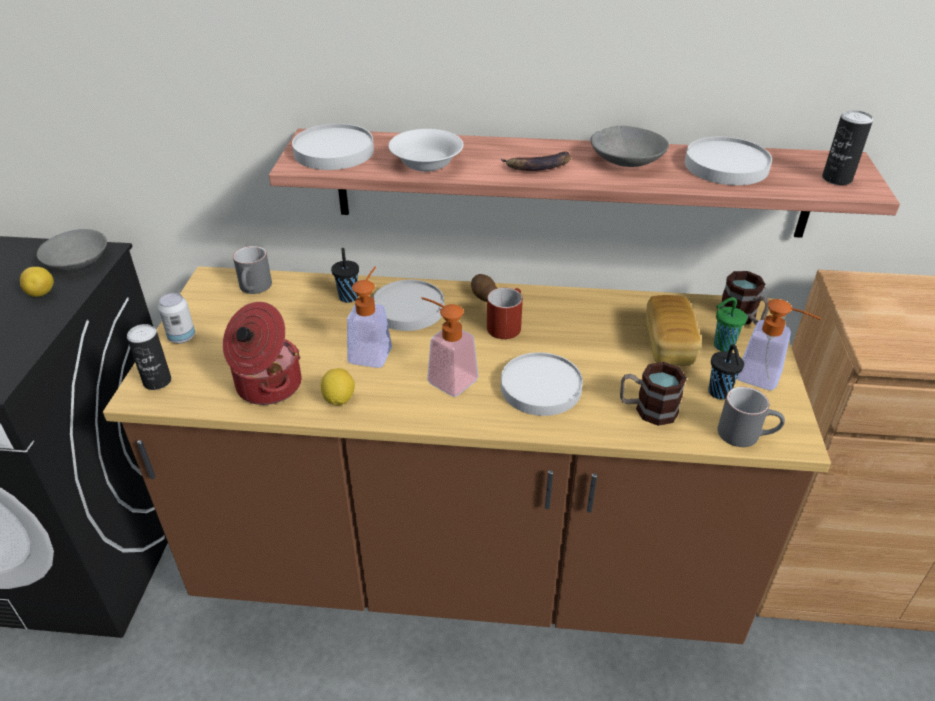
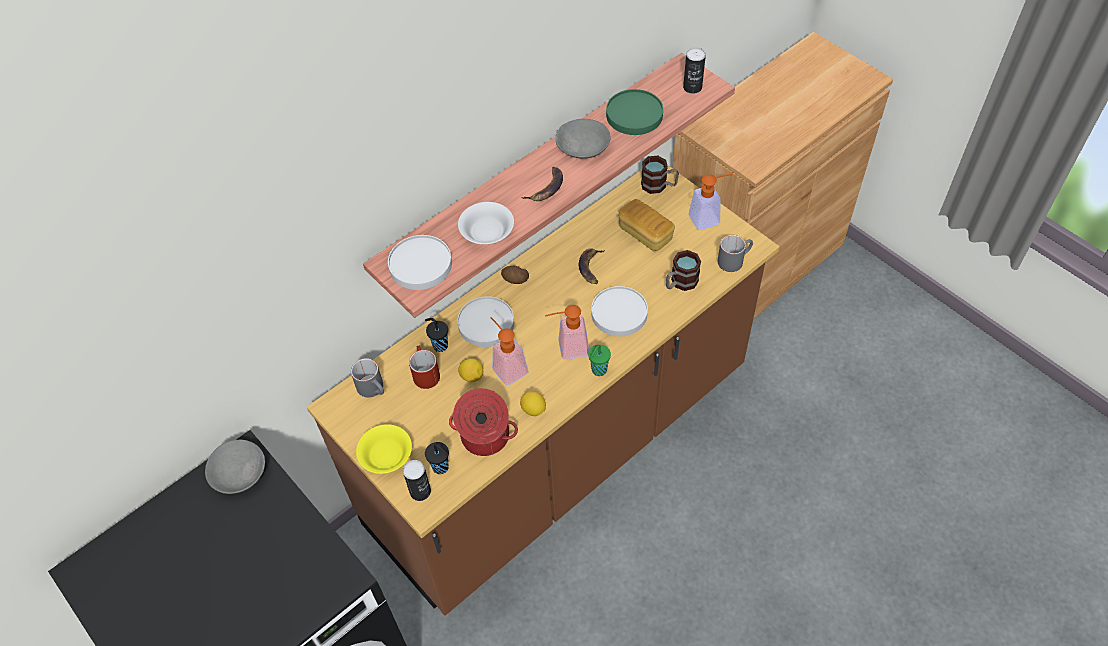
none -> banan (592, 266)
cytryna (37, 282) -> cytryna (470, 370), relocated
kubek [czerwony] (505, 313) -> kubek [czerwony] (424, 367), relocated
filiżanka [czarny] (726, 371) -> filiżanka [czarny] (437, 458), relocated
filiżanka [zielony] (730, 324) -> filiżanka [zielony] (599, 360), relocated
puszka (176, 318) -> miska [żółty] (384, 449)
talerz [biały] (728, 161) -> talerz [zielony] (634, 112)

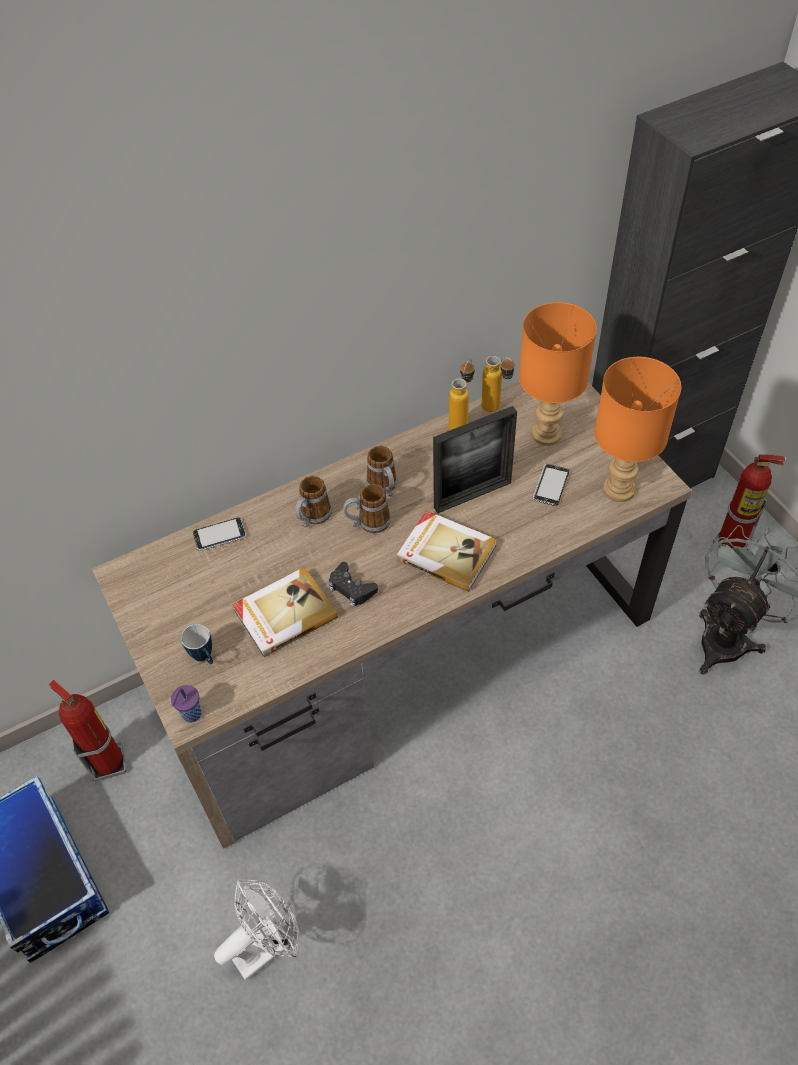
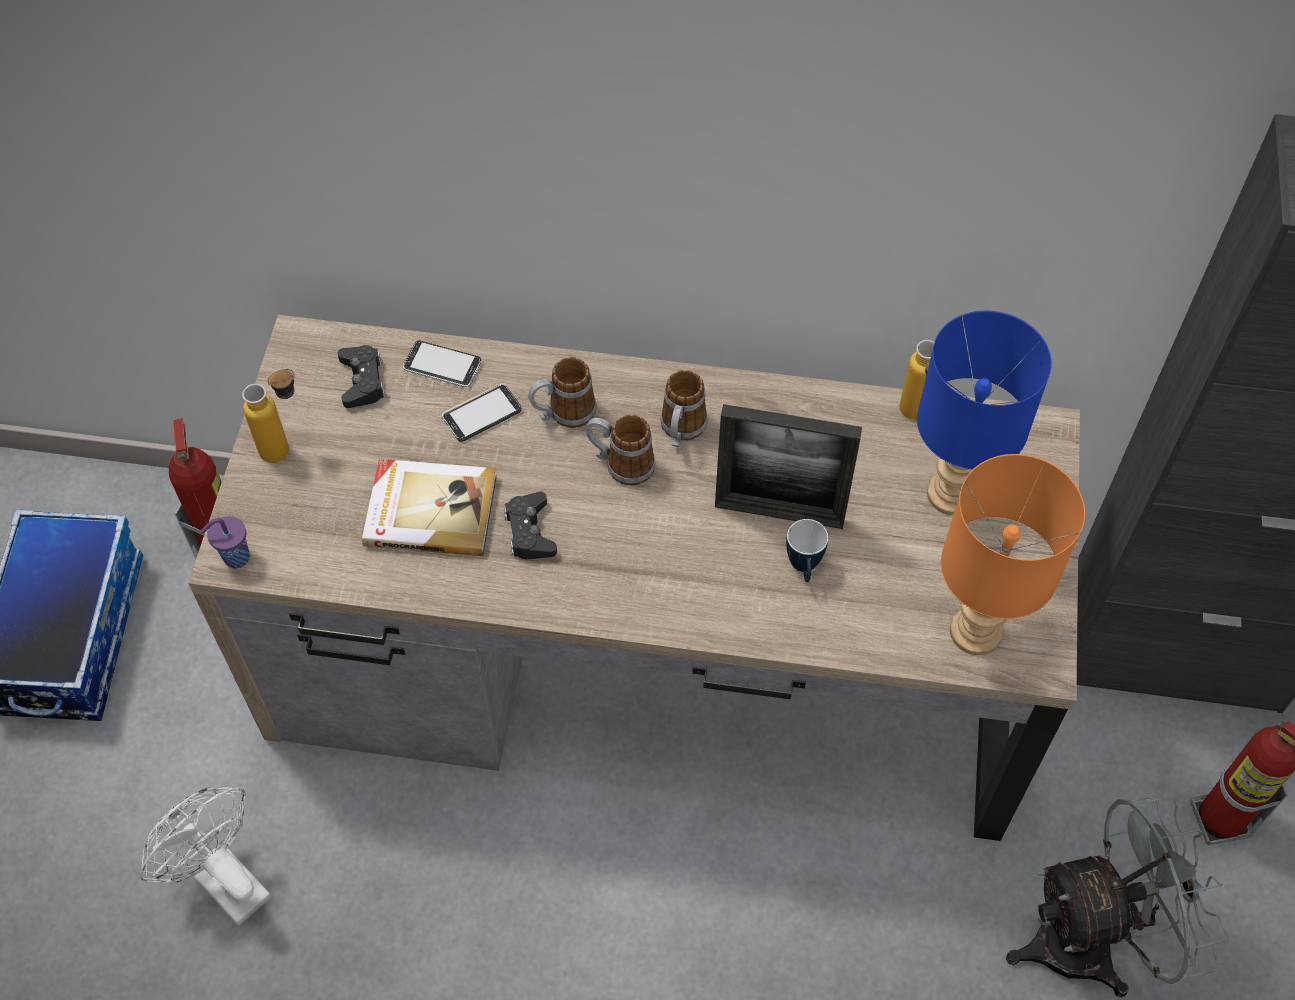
książka (446, 551) -> none
none -> pad do gier [czarny] (361, 376)
kubek (197, 644) -> kubek (807, 550), relocated
butelka (462, 394) -> butelka (268, 415), relocated
telefon (551, 485) -> telefon (482, 413), relocated
lampa stołowa [pomarańczowy] (558, 374) -> lampa stołowa [niebieski] (984, 413)
wentylator [biały] (257, 930) -> wentylator [biały] (205, 856), 135 degrees counterclockwise

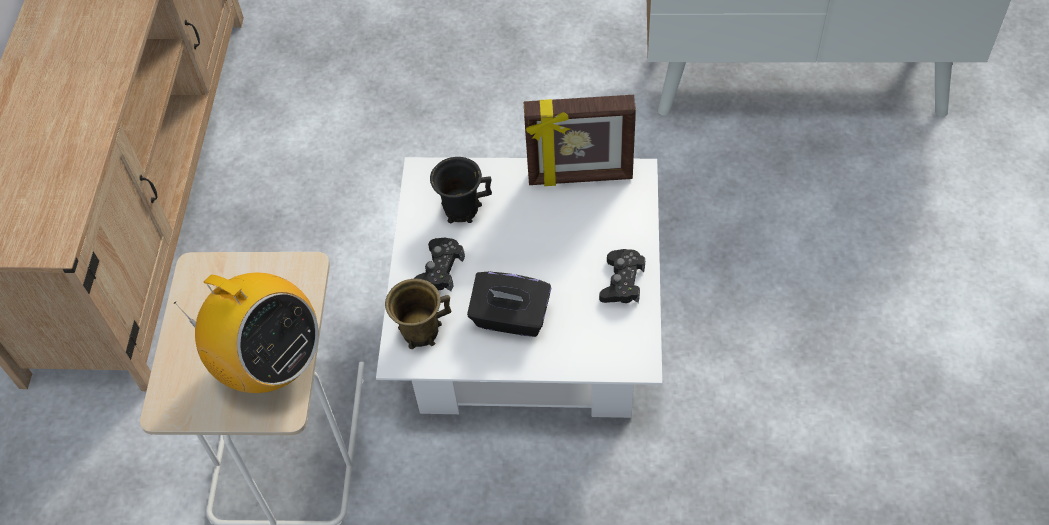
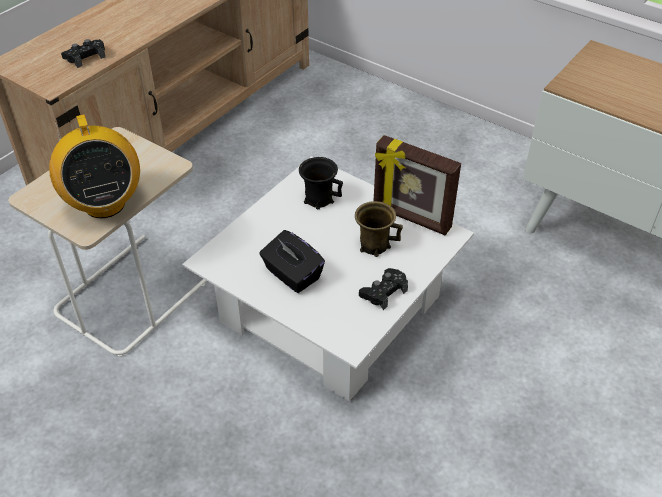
kubek [brązowy] (418, 314) -> kubek [brązowy] (379, 229), relocated
pad do gier [czarny] (439, 264) -> pad do gier [czarny] (83, 53), relocated

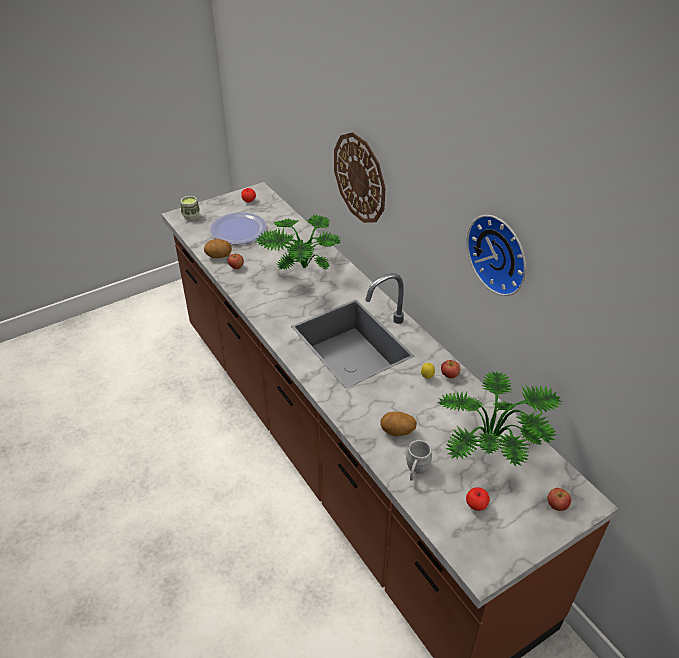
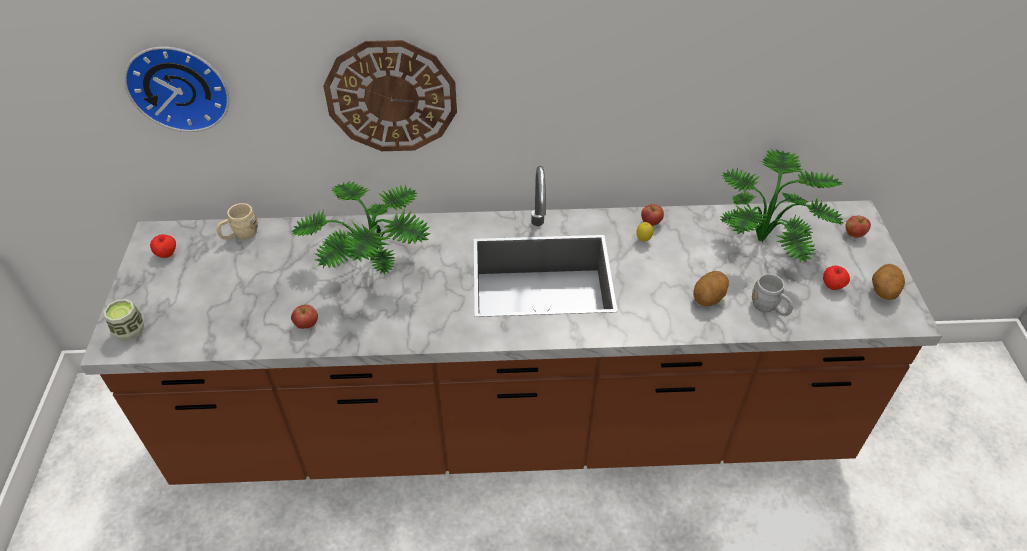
talerz (238, 228) -> none
none -> kubek [beżowy] (237, 221)
ziemniak (218, 248) -> ziemniak (888, 282), relocated
zegar ścienny (496, 255) -> zegar ścienny (176, 89), relocated

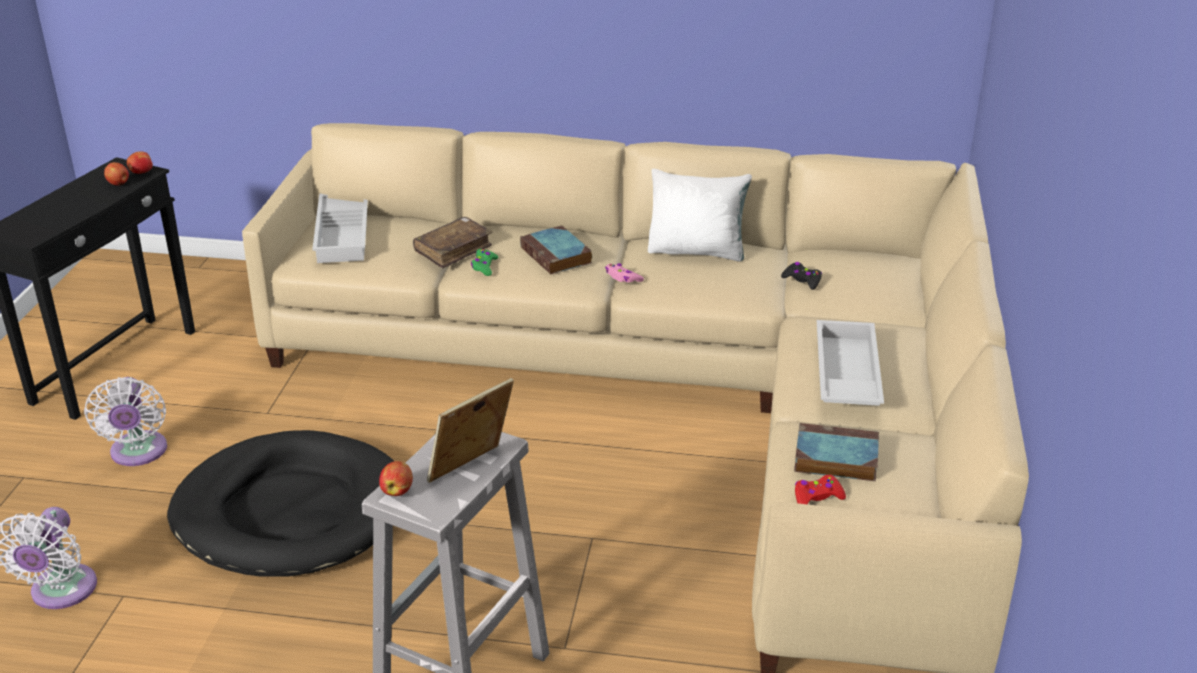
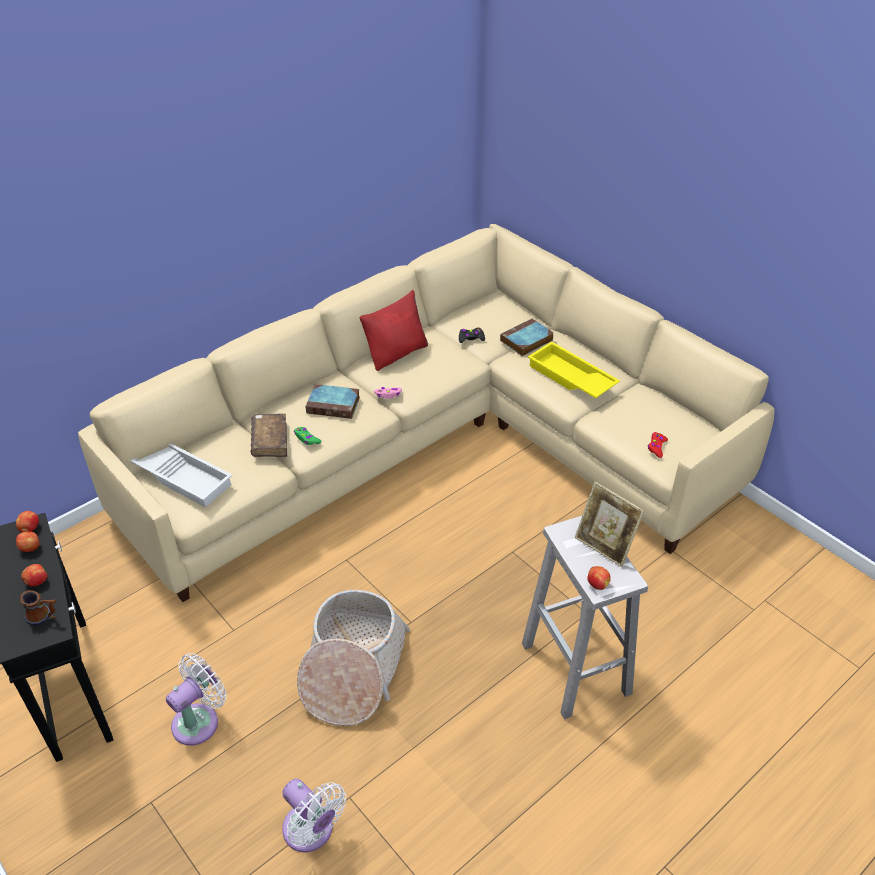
none -> kubek (38, 608)
none -> jabłko (34, 575)
książka (836, 452) -> książka (527, 337), relocated
legowisko [czarny] (280, 503) -> koszyk (353, 658)
poduszka [biały] (700, 215) -> poduszka [czerwony] (394, 330)
taca [biały] (850, 363) -> taca [żółty] (574, 370)
wentylator [biały] (125, 421) -> wentylator [biały] (196, 699), 75 degrees counterclockwise
ramka na zdjęcie (470, 430) -> ramka na zdjęcie (609, 524), 45 degrees counterclockwise

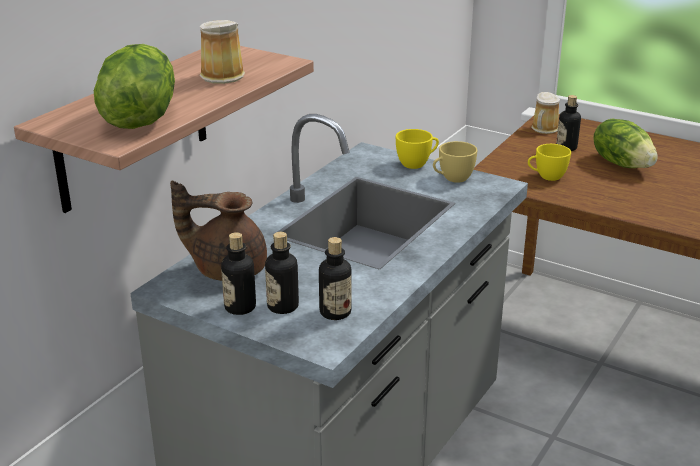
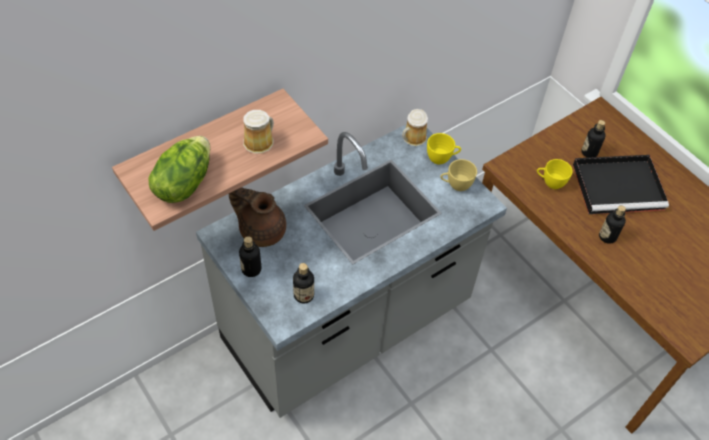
butelka (282, 273) -> butelka (612, 225), relocated
kubek (545, 113) -> kubek (415, 127), relocated
sałata (625, 143) -> taca [czarny] (621, 184)

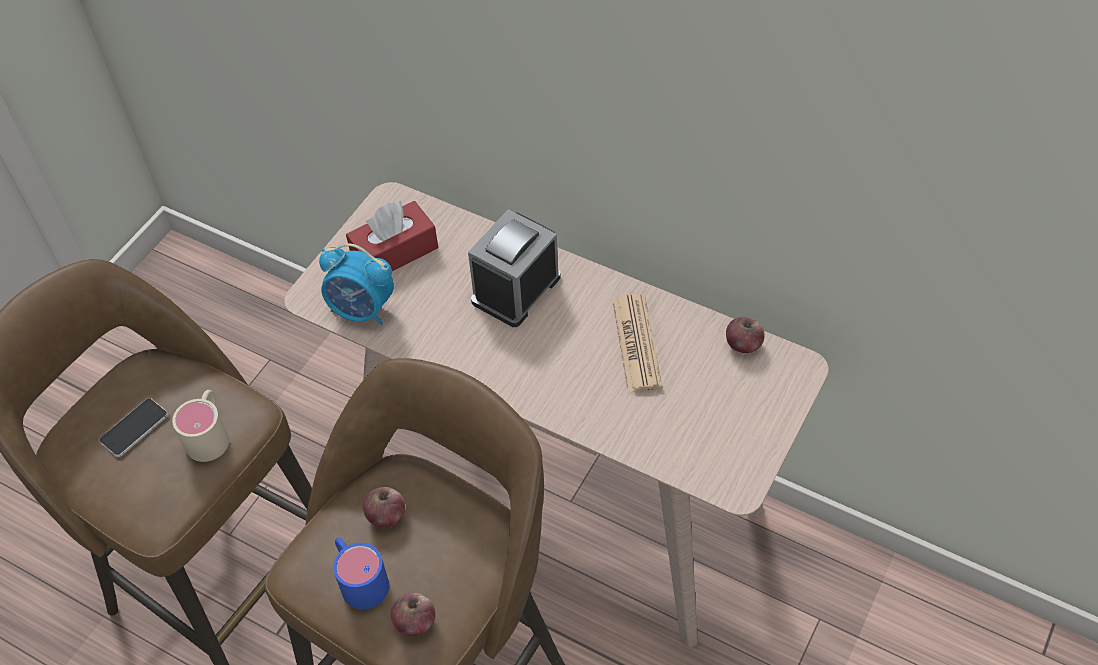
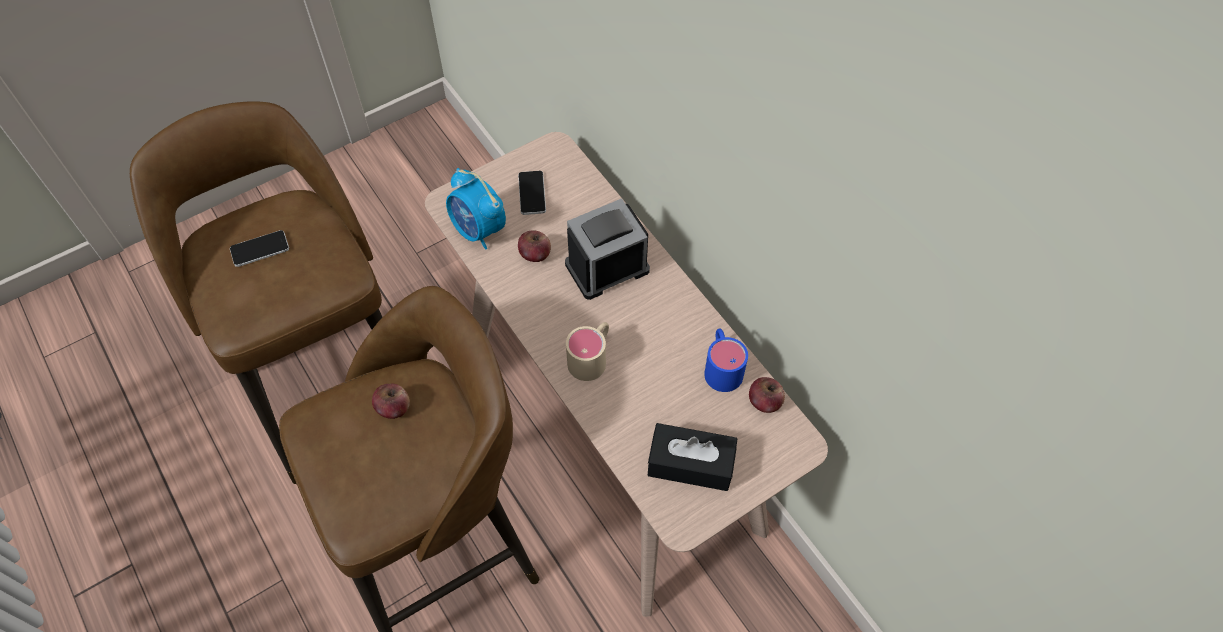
gazeta (637, 343) -> none
none -> pudełko chusteczek [czarny] (692, 457)
kubek [beżowy] (200, 426) -> kubek [beżowy] (587, 351), relocated
kubek [niebieski] (361, 574) -> kubek [niebieski] (726, 360), relocated
jabłko (413, 614) -> jabłko (534, 246), relocated
pudełko chusteczek [czerwony] (392, 235) -> telefon (532, 193)

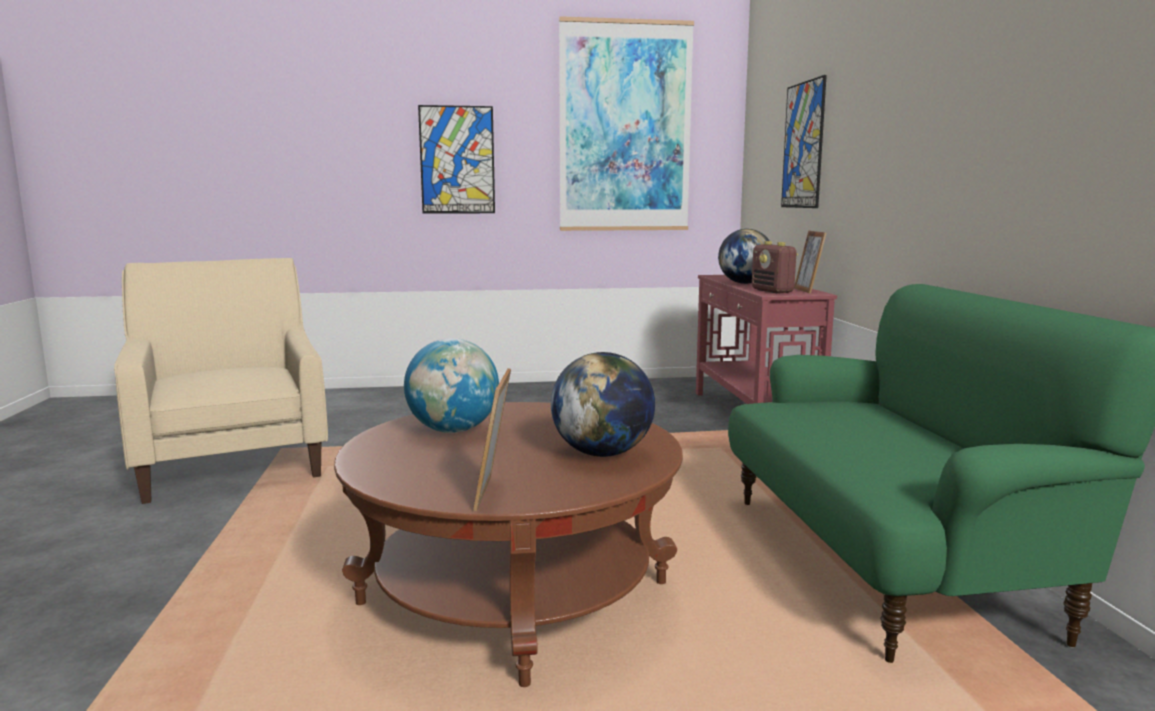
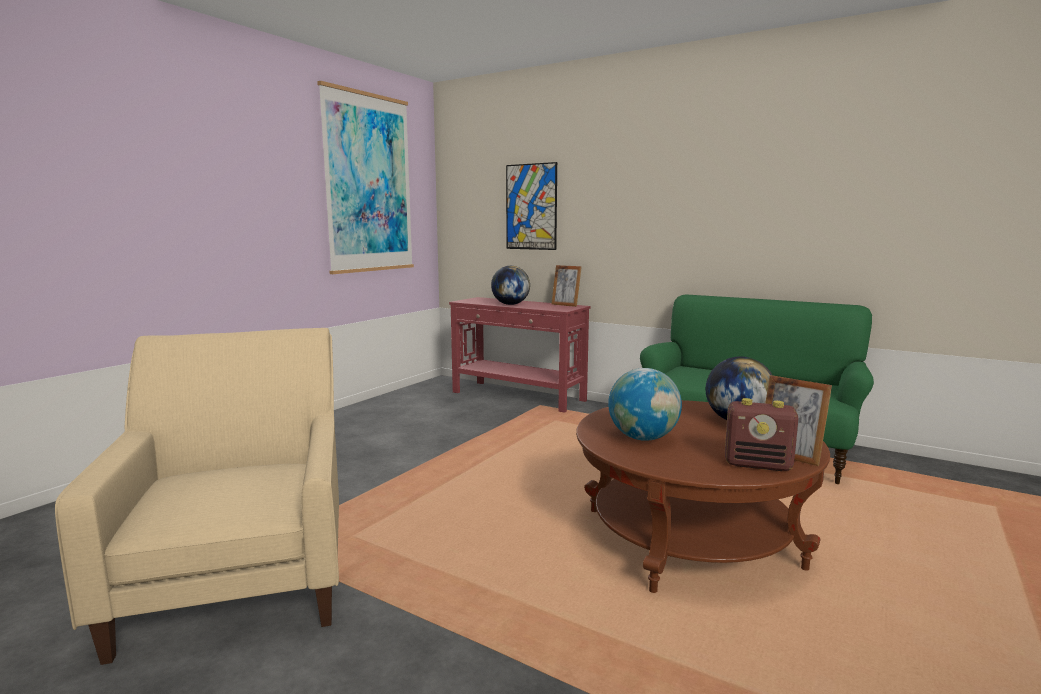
obraz (456, 159) -> none
radio (775, 267) -> radio (762, 434), relocated
fotel [beżowy] (221, 381) -> fotel [beżowy] (197, 496), 60 degrees clockwise

